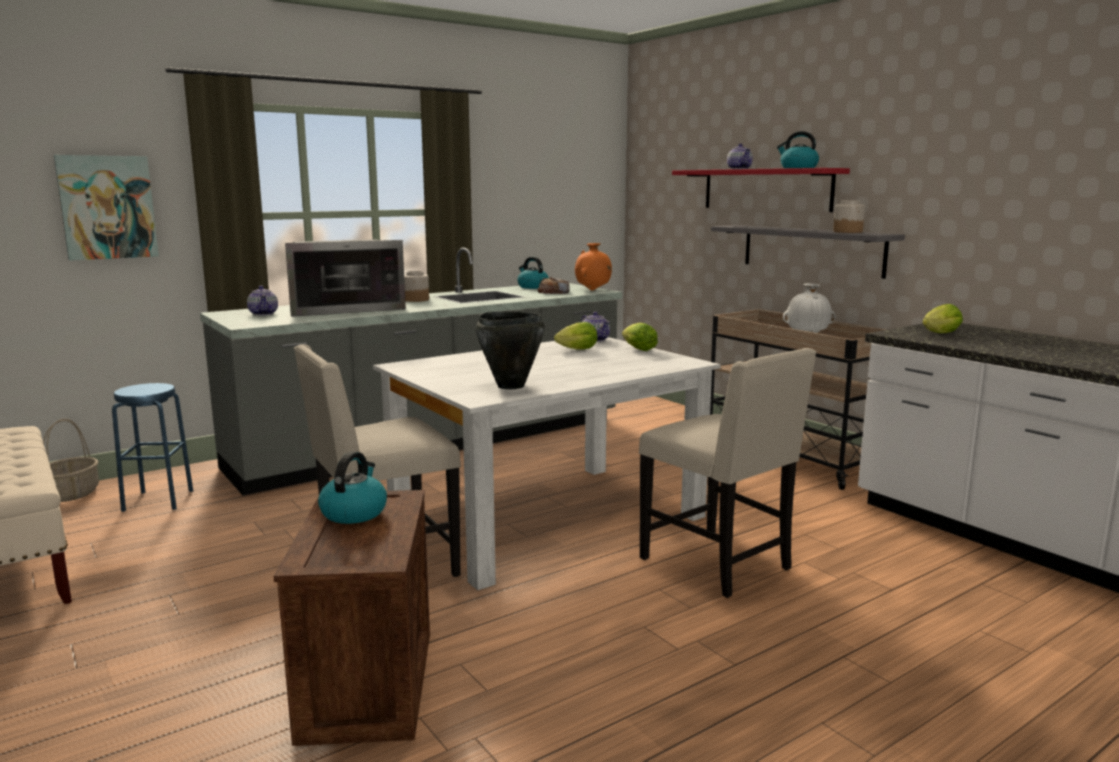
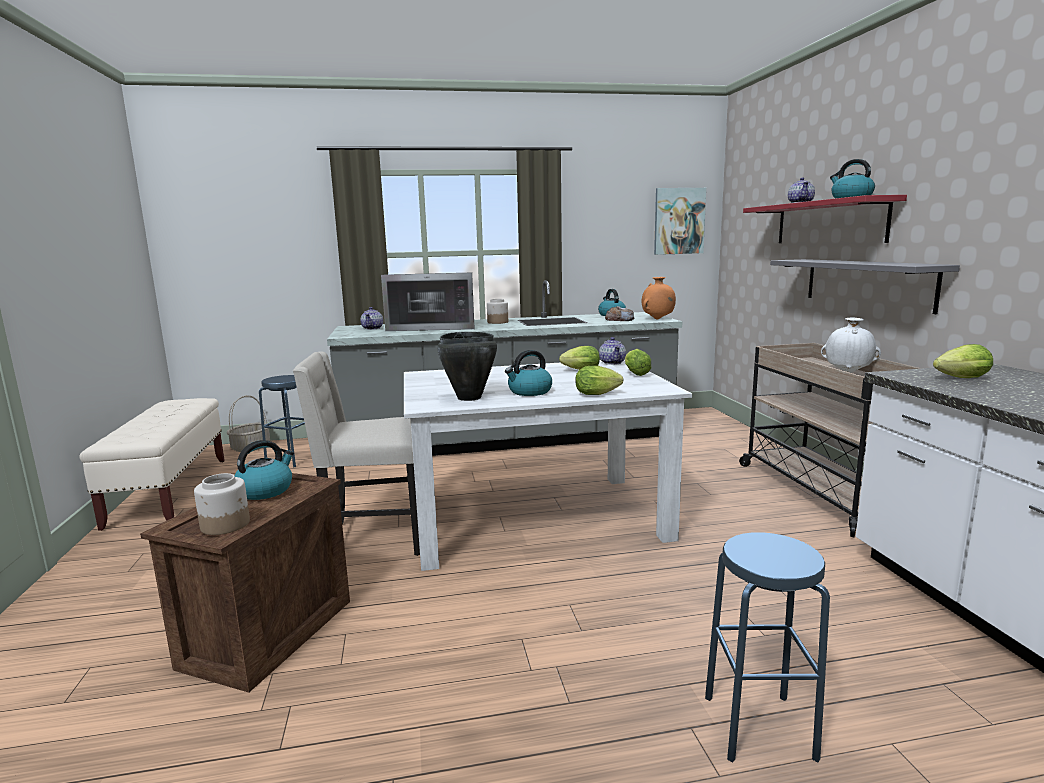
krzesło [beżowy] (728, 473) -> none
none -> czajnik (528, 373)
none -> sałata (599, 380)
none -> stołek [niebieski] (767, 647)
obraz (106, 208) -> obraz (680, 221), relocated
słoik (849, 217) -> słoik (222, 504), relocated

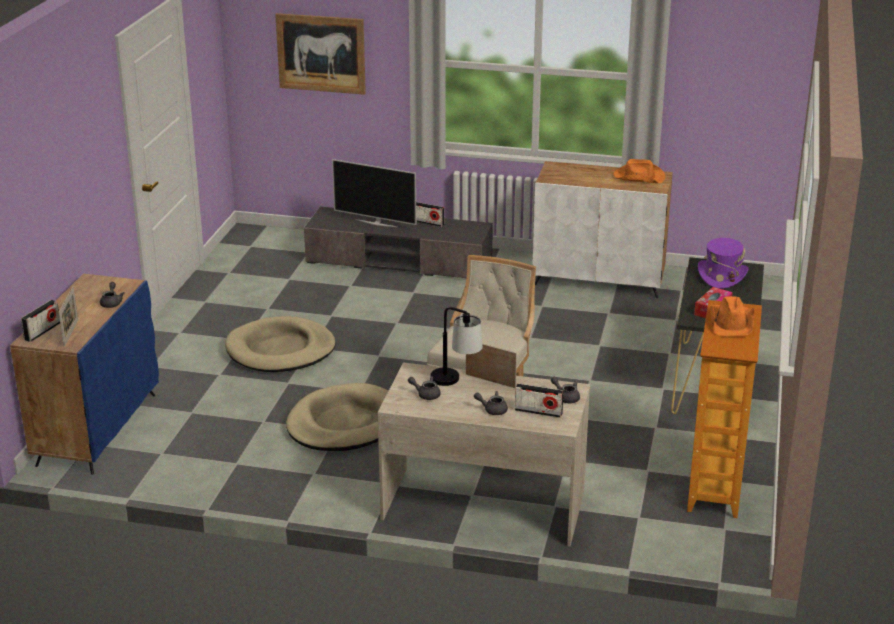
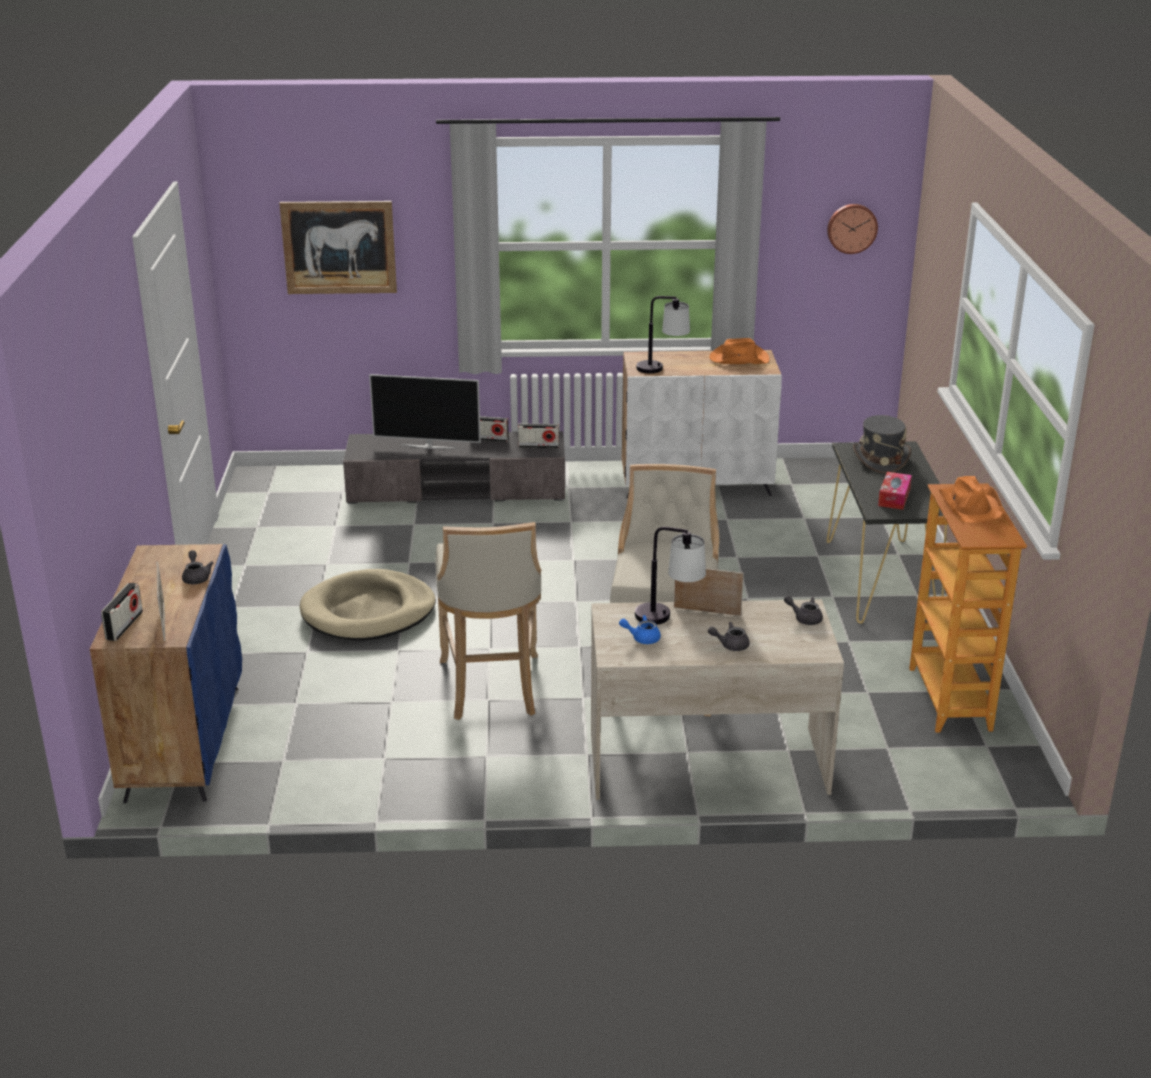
none -> lampa stołowa (663, 334)
none -> zegar ścienny (852, 229)
radio (539, 400) -> radio (538, 436), relocated
legowisko [beżowy] (337, 417) -> stołek [beżowy] (488, 621)
imbryk [szary] (424, 388) -> imbryk [niebieski] (640, 629)
kapelusz [fioletowy] (723, 263) -> kapelusz [szary] (882, 444)

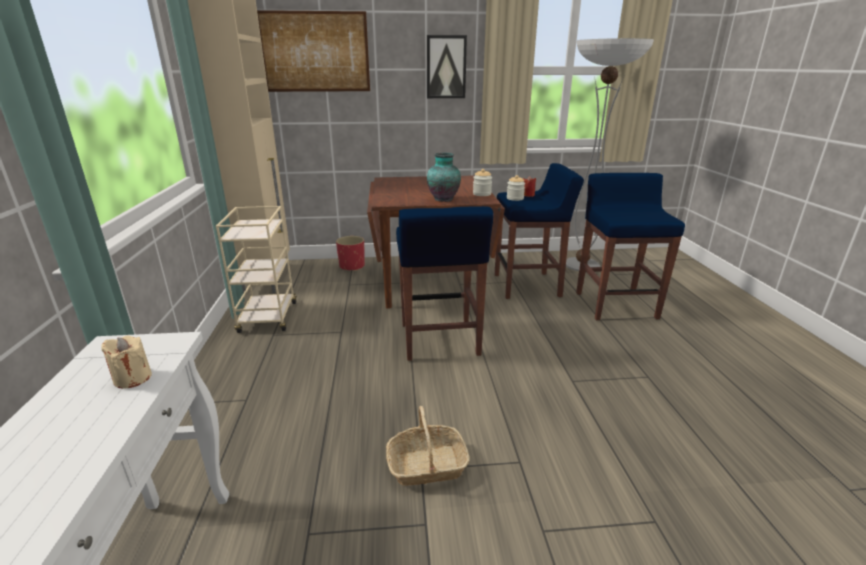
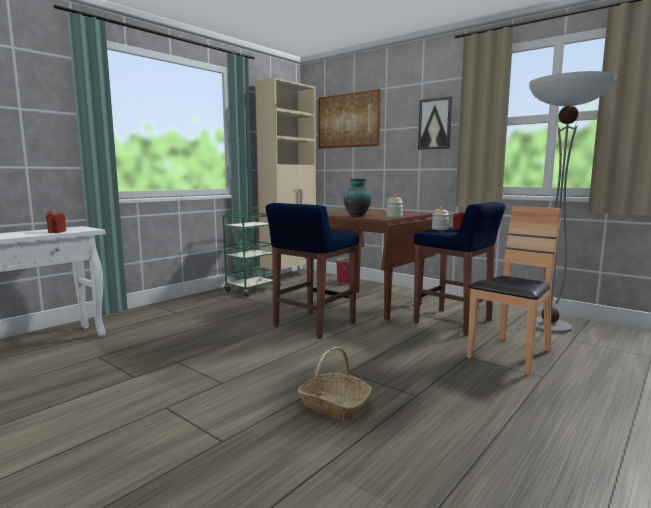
koszyk (428, 446) -> koszyk (335, 384), relocated
stołek [niebieski] (630, 247) -> krzesło [brązowy] (514, 290)
świeca [beżowy] (126, 362) -> świeca [czerwony] (56, 221)
wózek [beżowy] (256, 269) -> wózek [zielony] (252, 255)

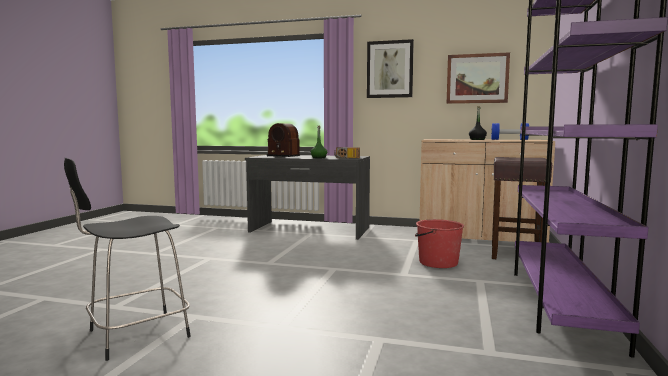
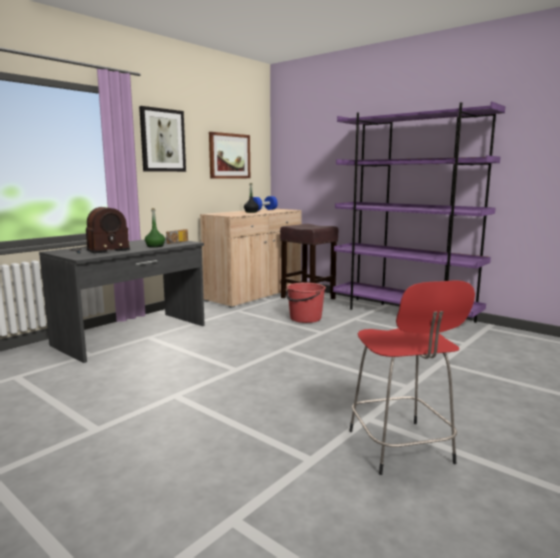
stołek [czarny] (127, 259) -> stołek [czerwony] (412, 377)

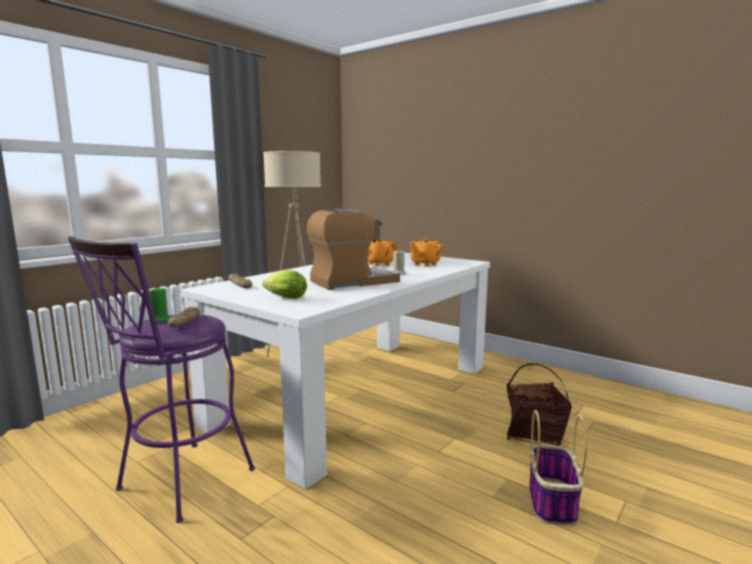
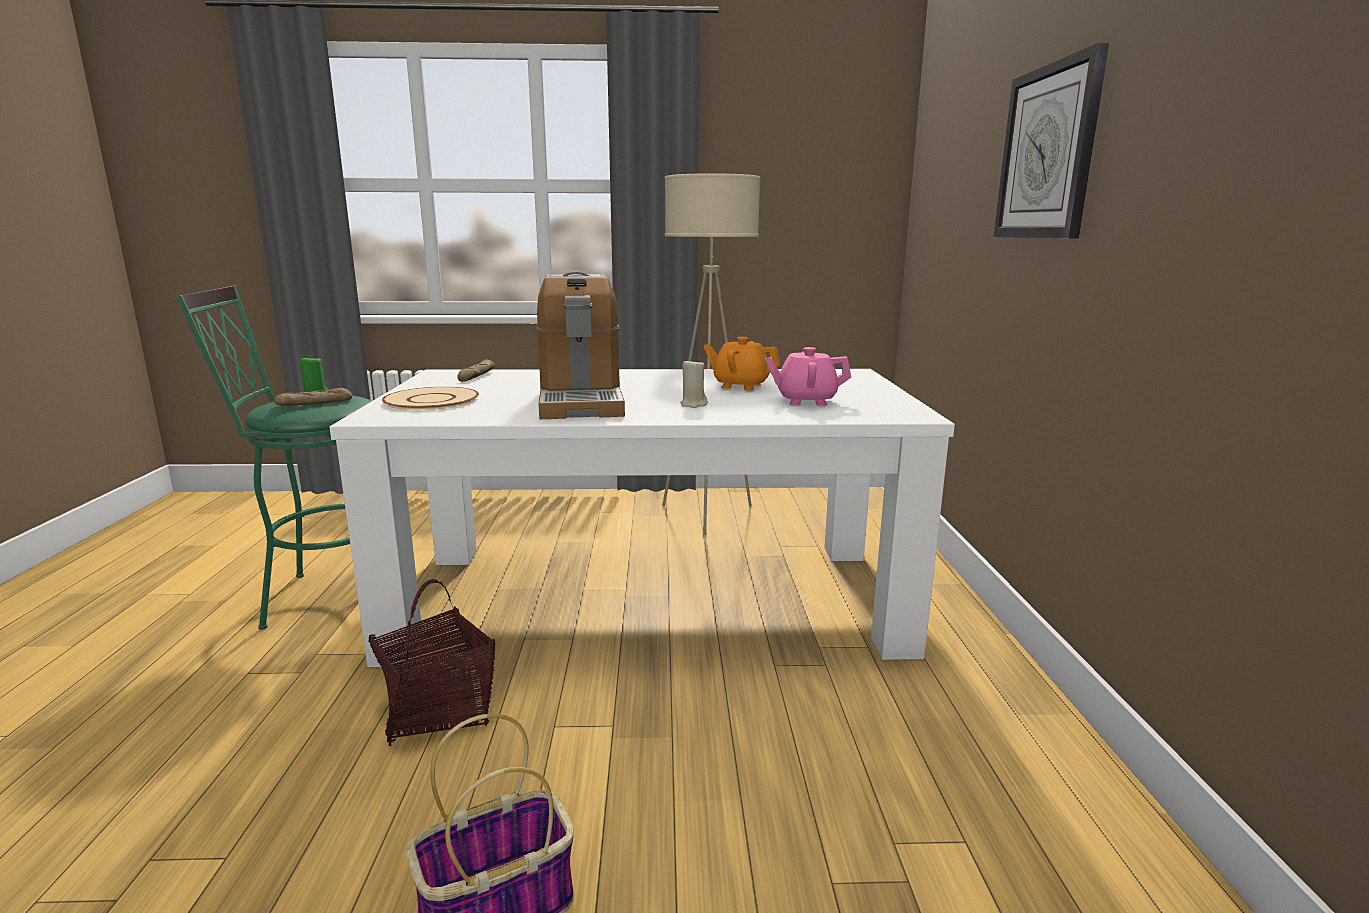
none -> zegar ścienny (1051, 141)
koszyk (539, 404) -> koszyk (432, 662), relocated
sałata (284, 284) -> talerz [beżowy] (430, 398)
stołek [fioletowy] (161, 379) -> stołek [zielony] (274, 457)
imbryk [pomarańczowy] (426, 252) -> imbryk [różowy] (808, 376)
ekspres do kawy (353, 249) -> ekspres do kawy (580, 345), 60 degrees clockwise

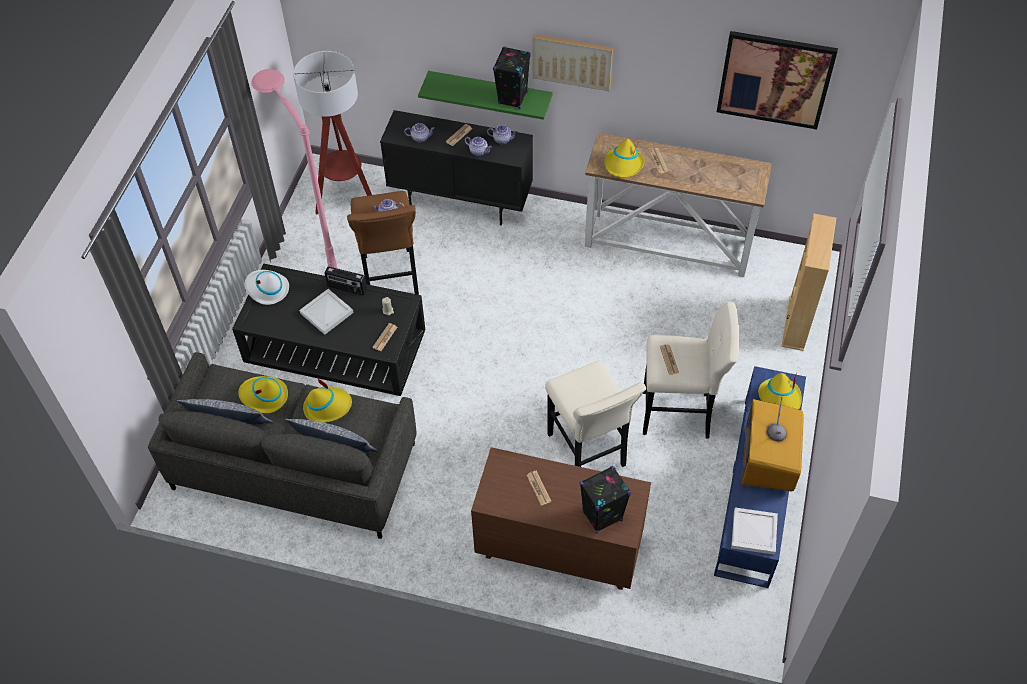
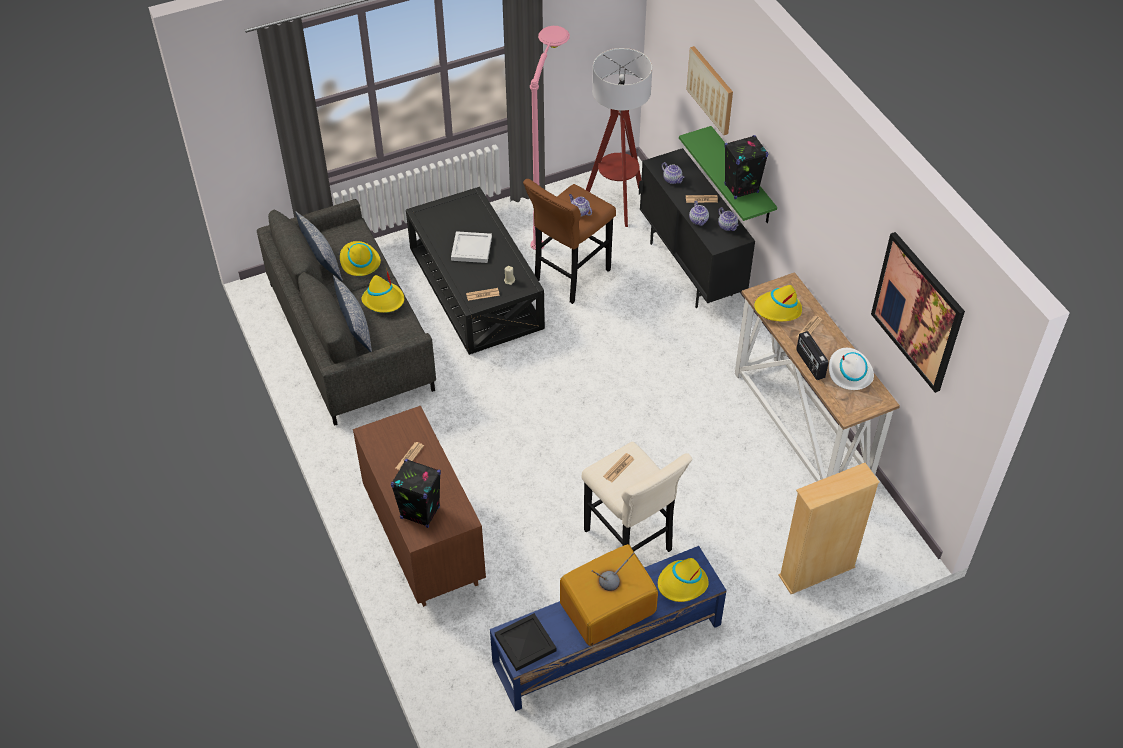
stołek [beżowy] (595, 413) -> none
kapelusz [biały] (267, 287) -> kapelusz [biały] (851, 369), relocated
radio (345, 281) -> radio (812, 355), relocated
obraz (573, 62) -> obraz (709, 90), relocated
taca [biały] (754, 531) -> taca [czarny] (526, 642)

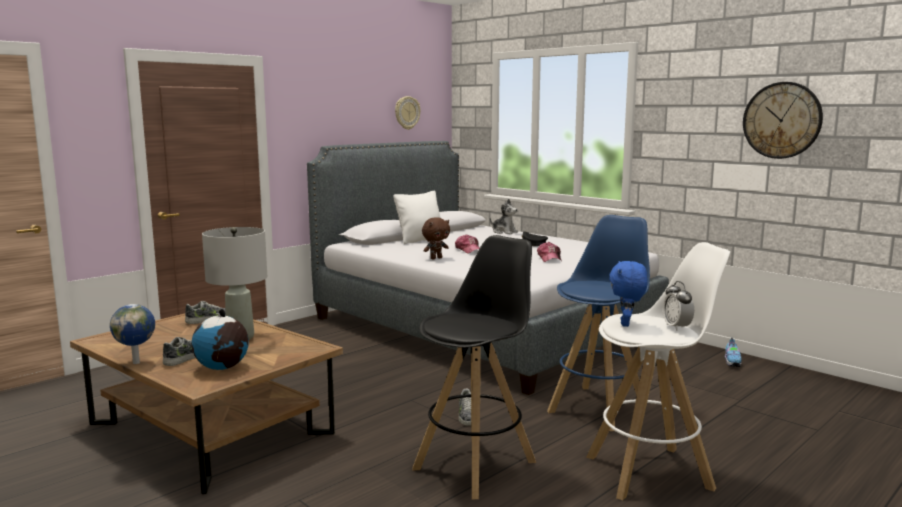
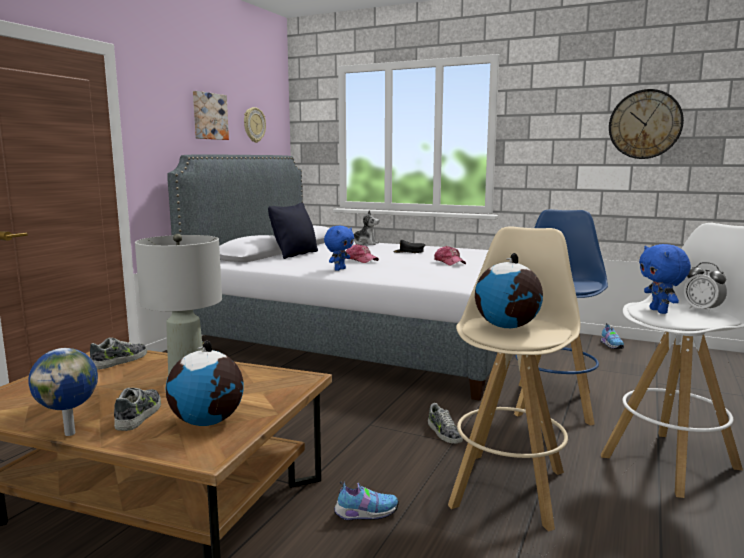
none -> obraz (211, 115)
none -> but (366, 500)
none -> globus (509, 290)
poduszka [biały] (417, 217) -> poduszka [czarny] (293, 231)
stołek [czarny] (474, 367) -> stołek [beżowy] (514, 379)
pluszak [brązowy] (436, 238) -> pluszak [niebieski] (339, 248)

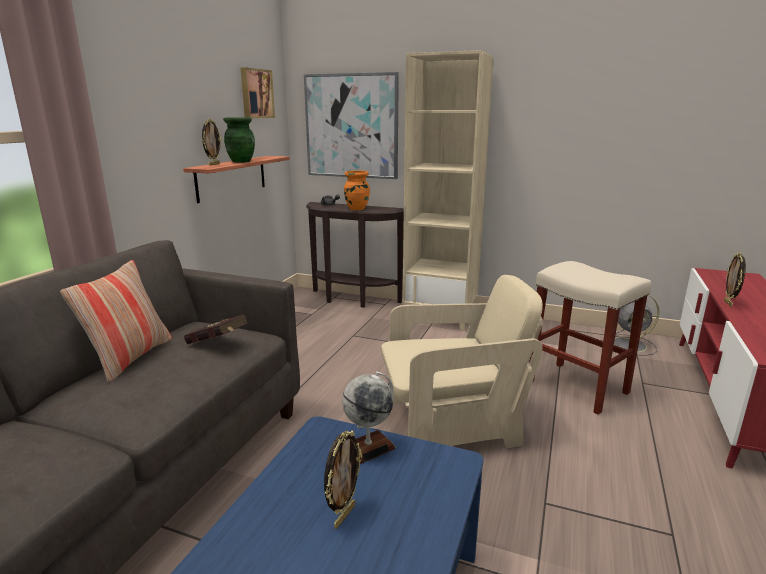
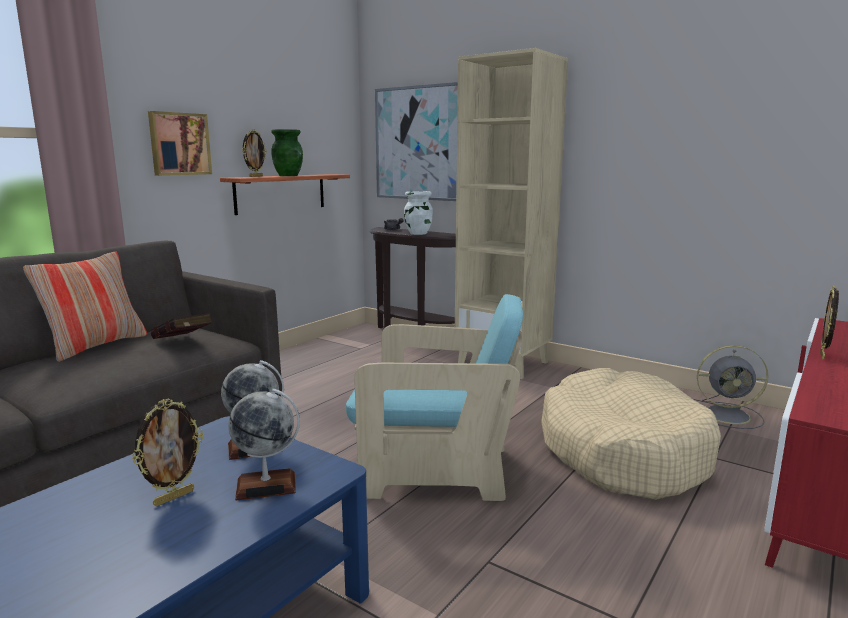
none -> globus (264, 445)
obraz (257, 92) -> obraz (180, 143), relocated
stołek [beżowy] (590, 338) -> legowisko [beżowy] (631, 434)
wazon [pomarańczowy] (357, 190) -> wazon [biały] (418, 213)
fotel [beżowy] (462, 361) -> fotel [turkusowy] (434, 397)

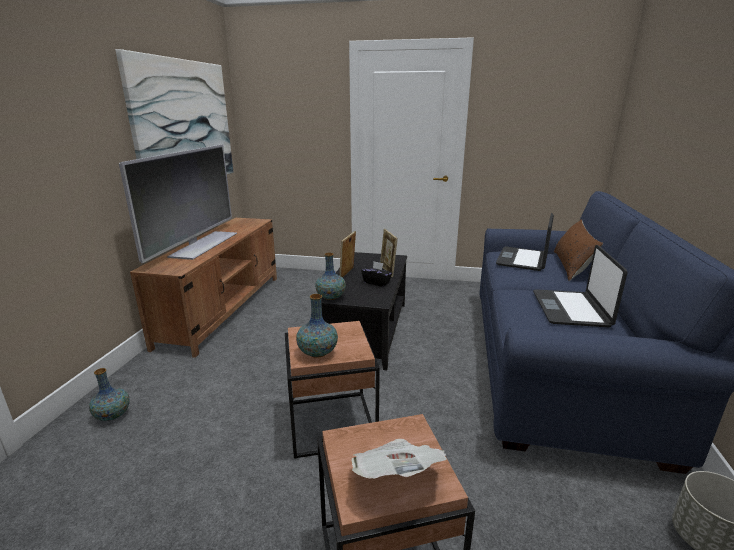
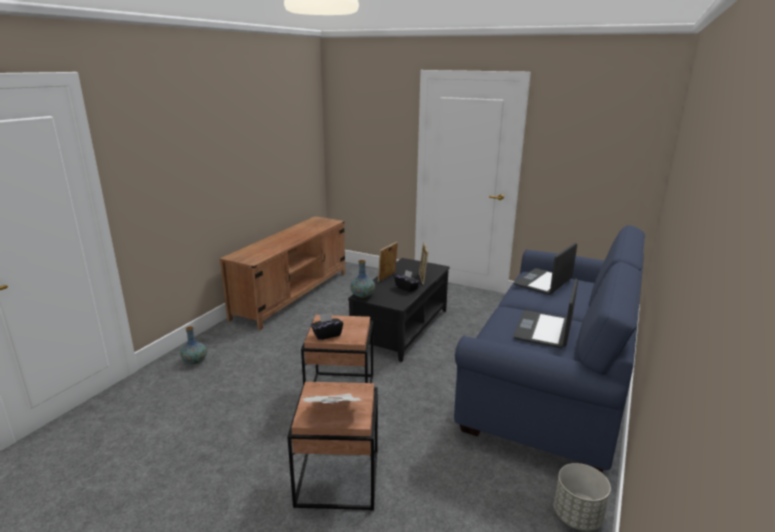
obraz (174, 111) -> none
telewizor (178, 203) -> none
poduszka [brązowy] (578, 250) -> none
wazon (317, 326) -> pudełko chusteczek [czarny] (327, 326)

